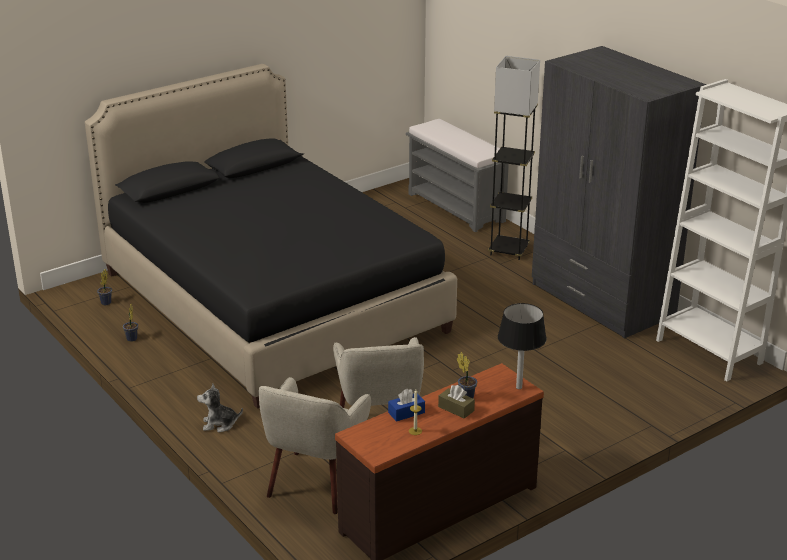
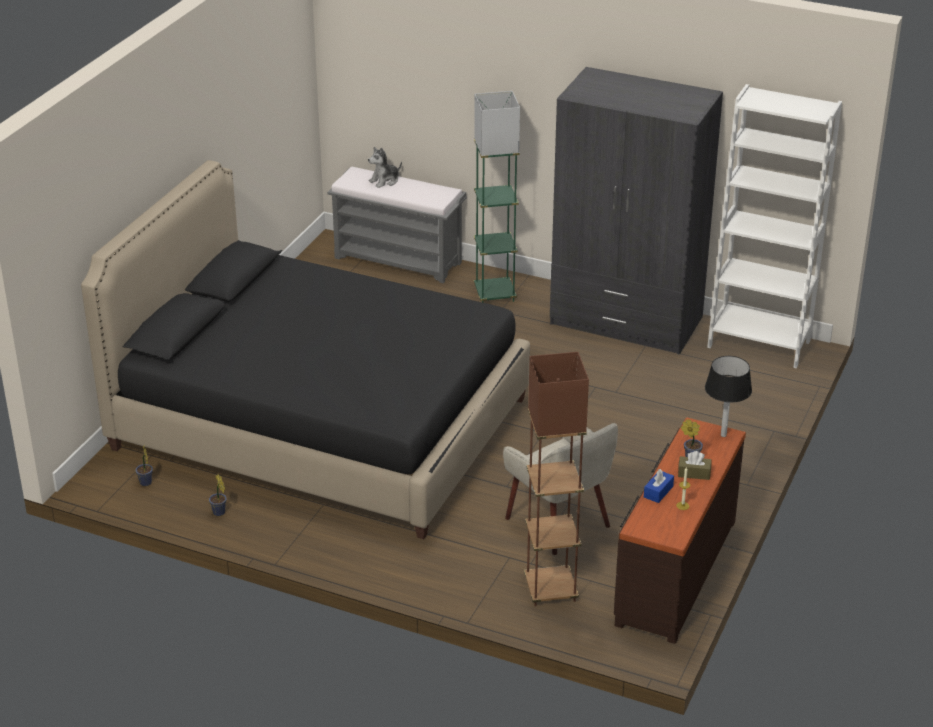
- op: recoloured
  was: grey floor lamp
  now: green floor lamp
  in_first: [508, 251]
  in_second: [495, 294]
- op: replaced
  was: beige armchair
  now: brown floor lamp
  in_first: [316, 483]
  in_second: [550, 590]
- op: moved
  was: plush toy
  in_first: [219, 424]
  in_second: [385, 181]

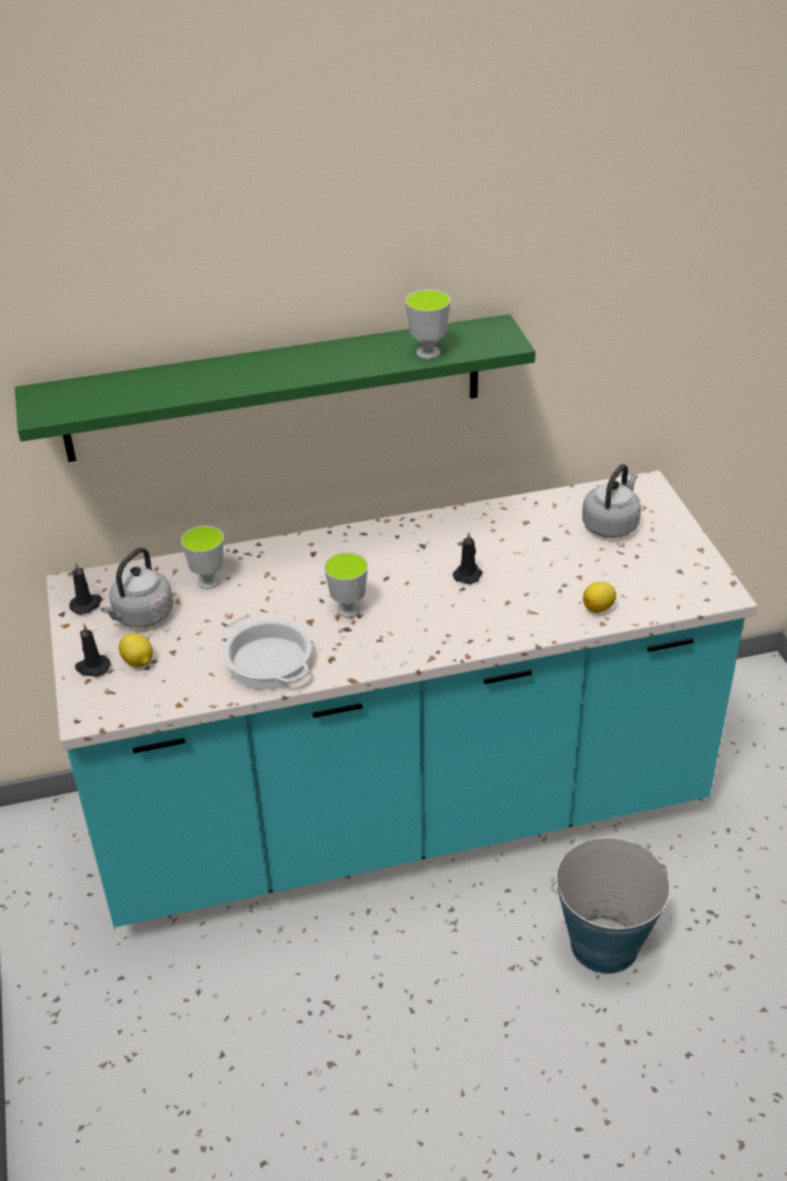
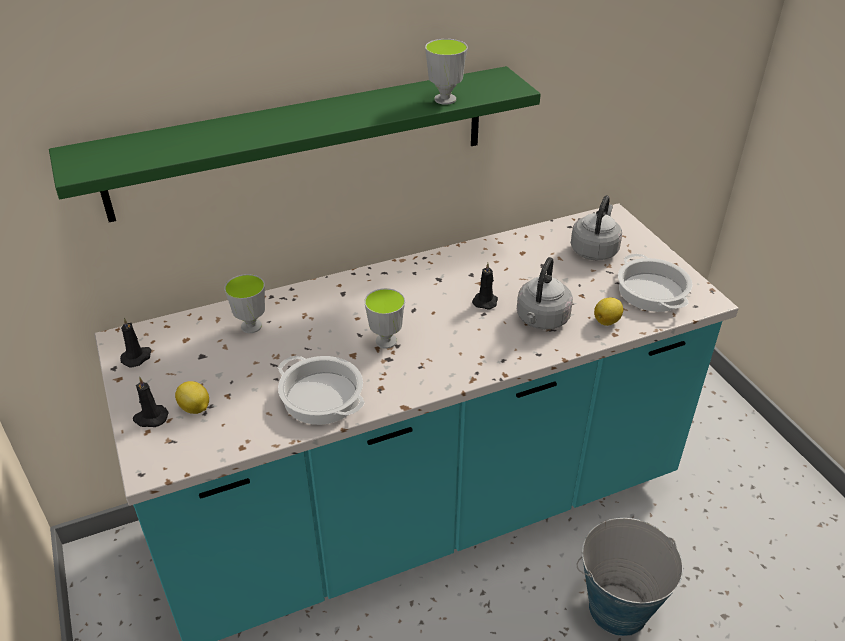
- op: moved
  was: grey kettle
  in_first: [141, 617]
  in_second: [541, 320]
- op: added
  now: cooking pot
  in_second: [651, 291]

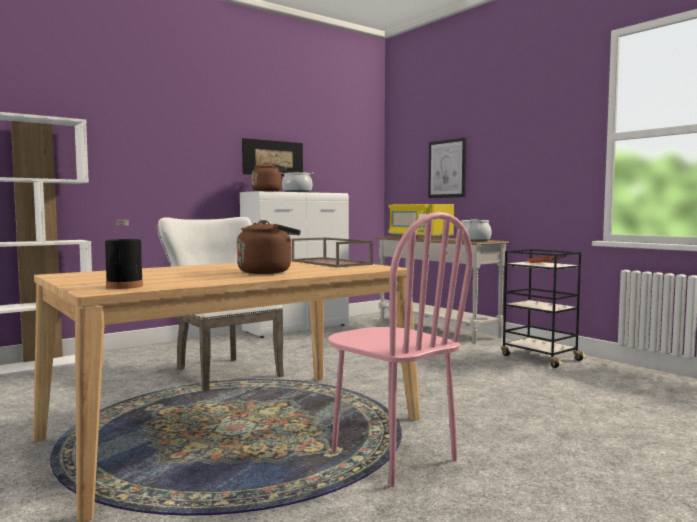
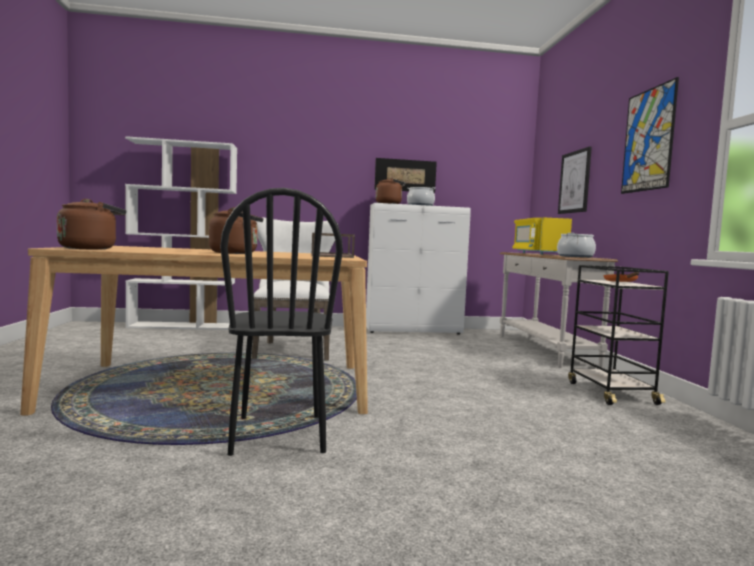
- op: recoloured
  was: pink chair
  now: black chair
  in_first: [392, 457]
  in_second: [279, 435]
- op: replaced
  was: black bottle
  now: brown kettle
  in_first: [124, 286]
  in_second: [90, 249]
- op: added
  now: picture
  in_second: [648, 140]

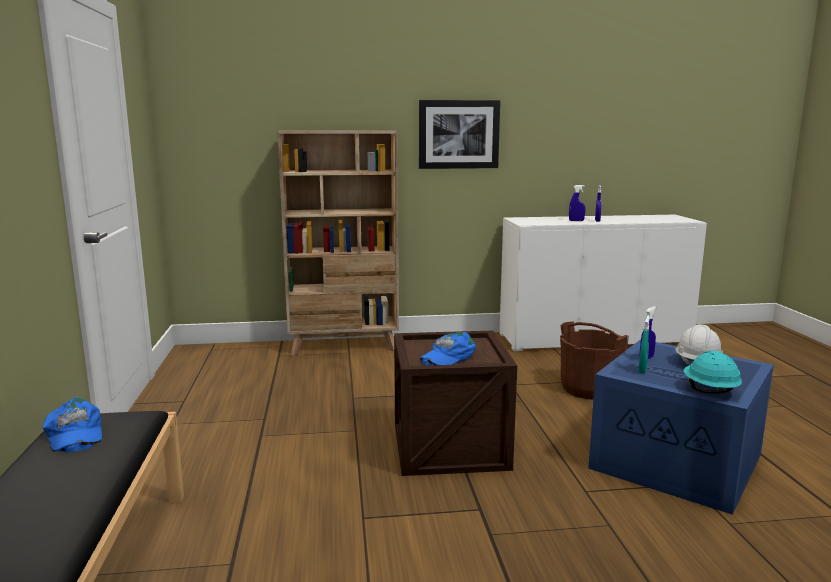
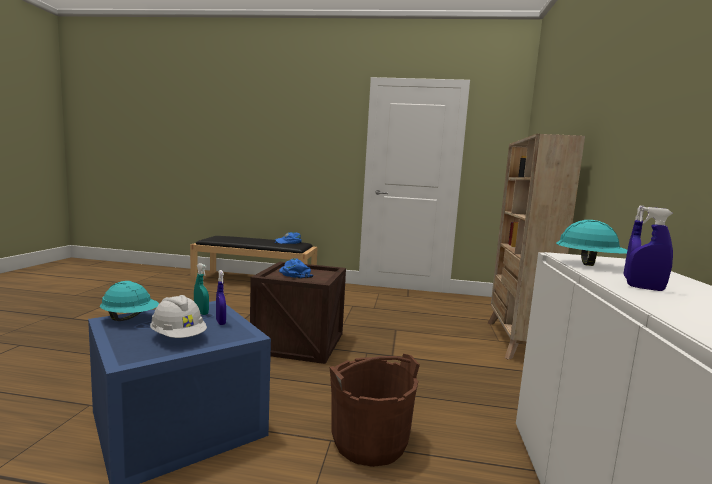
- op: removed
  was: picture
  in_first: [458, 134]
- op: added
  now: turquoise hard hat
  in_second: [590, 265]

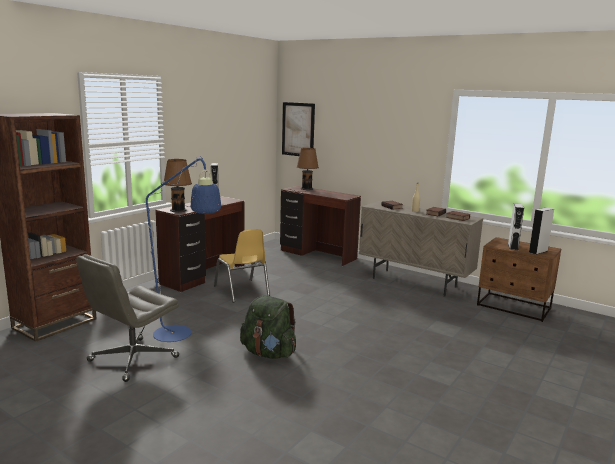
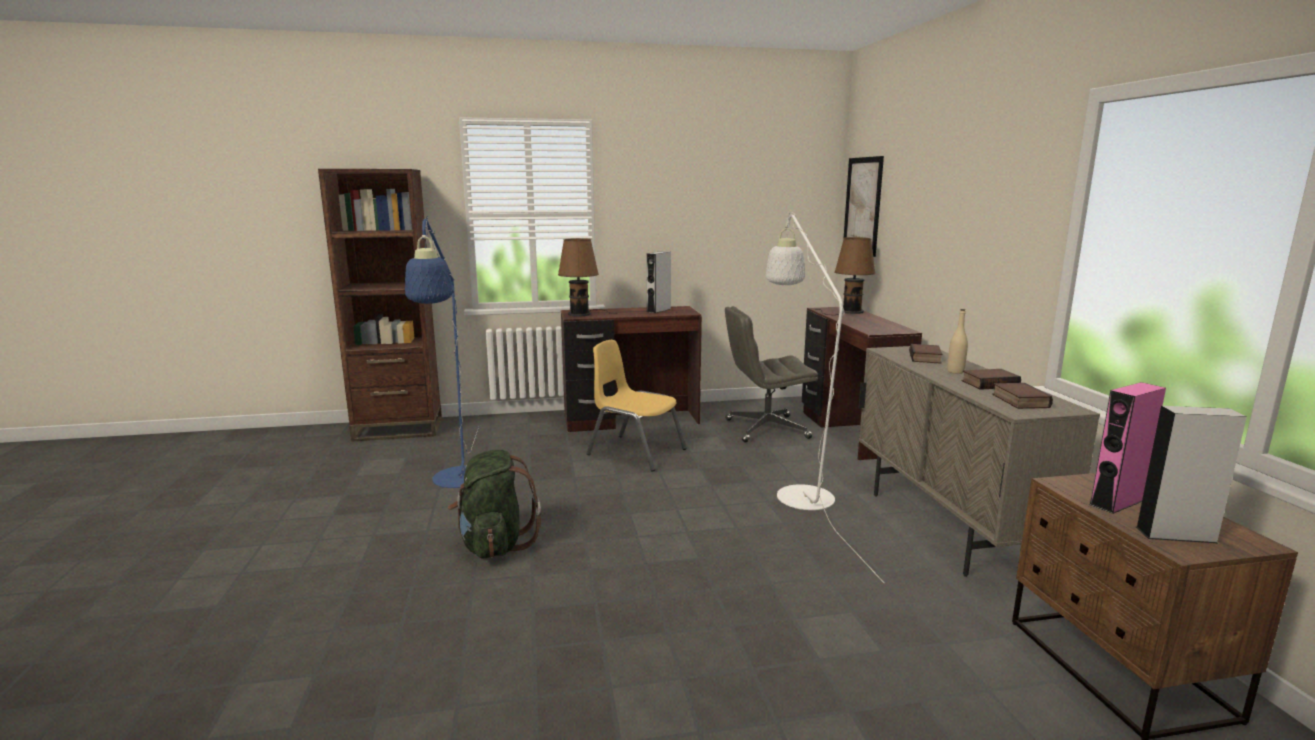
- op: recoloured
  was: grey speaker
  now: pink speaker
  in_first: [513, 247]
  in_second: [1116, 502]
- op: turned
  was: yellow chair
  in_first: [241, 291]
  in_second: [636, 452]
  clockwise: 105
- op: moved
  was: grey office chair
  in_first: [132, 359]
  in_second: [765, 429]
- op: added
  now: white floor lamp
  in_second: [798, 490]

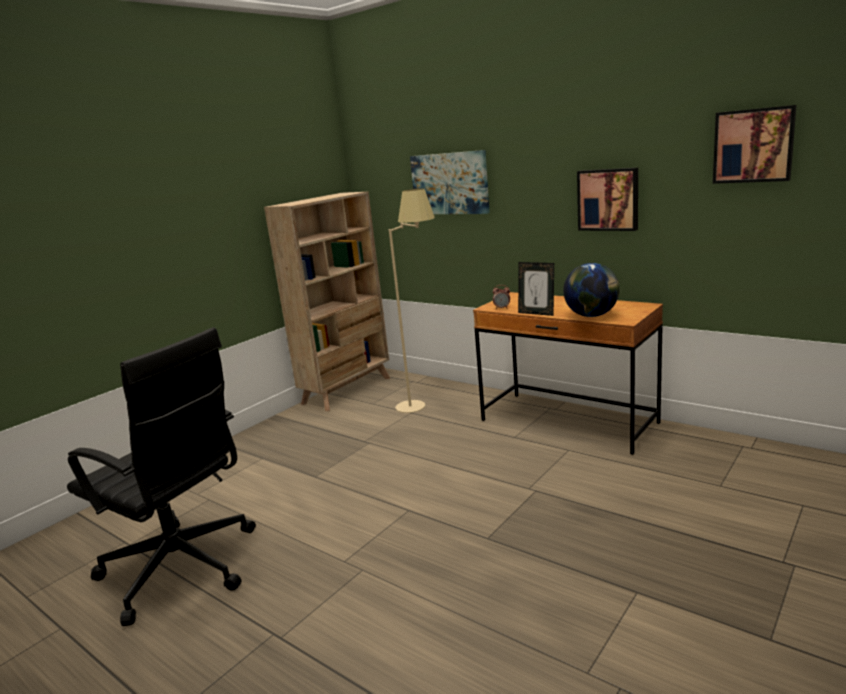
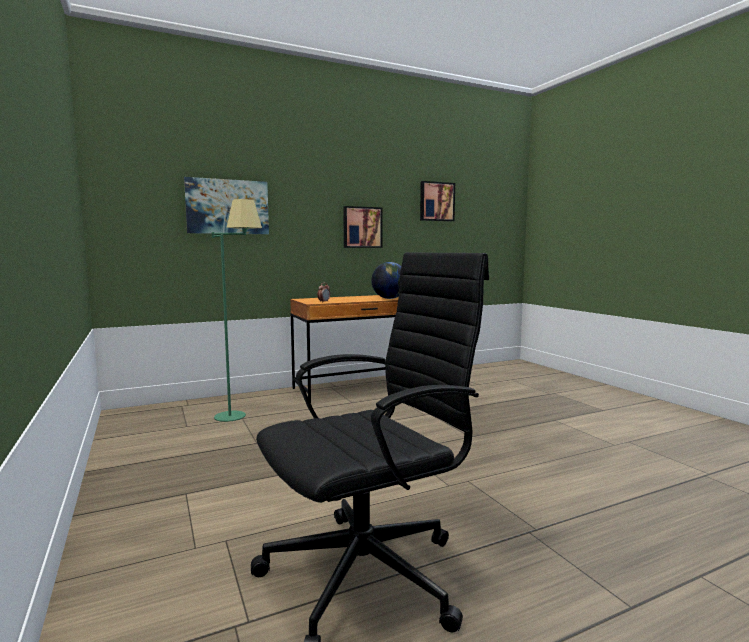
- op: recoloured
  was: beige floor lamp
  now: green floor lamp
  in_first: [424, 406]
  in_second: [241, 412]
- op: removed
  was: beige bookcase
  in_first: [347, 390]
- op: removed
  was: picture frame
  in_first: [536, 313]

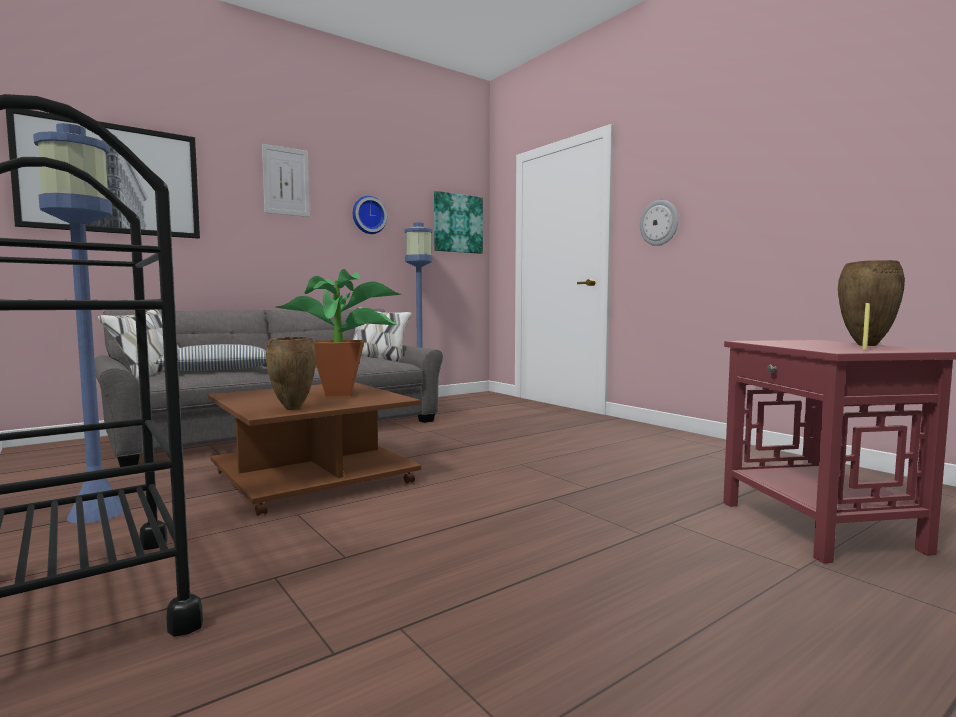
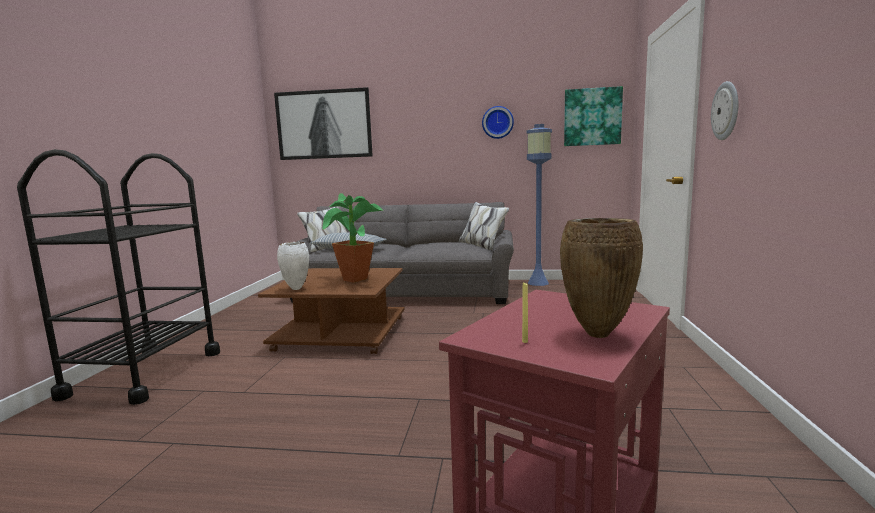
- op: removed
  was: blue floor lamp
  in_first: [96, 513]
- op: removed
  was: picture
  in_first: [286, 181]
- op: recoloured
  was: brown vase
  now: white vase
  in_first: [292, 409]
  in_second: [295, 289]

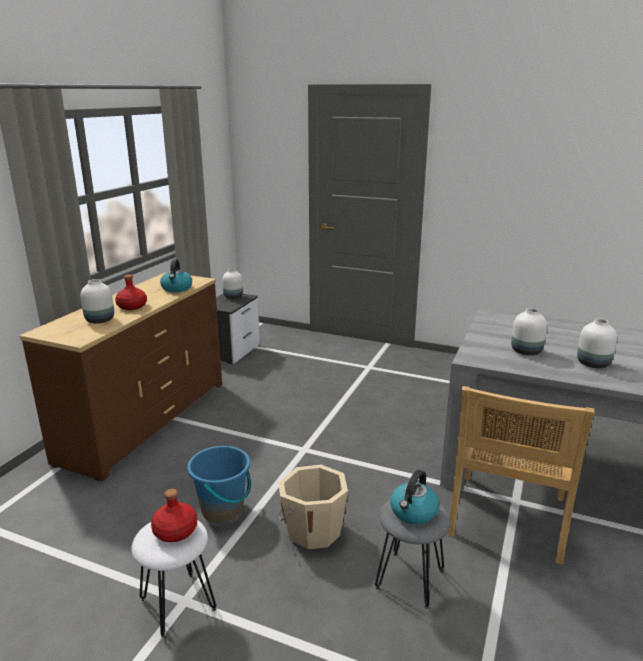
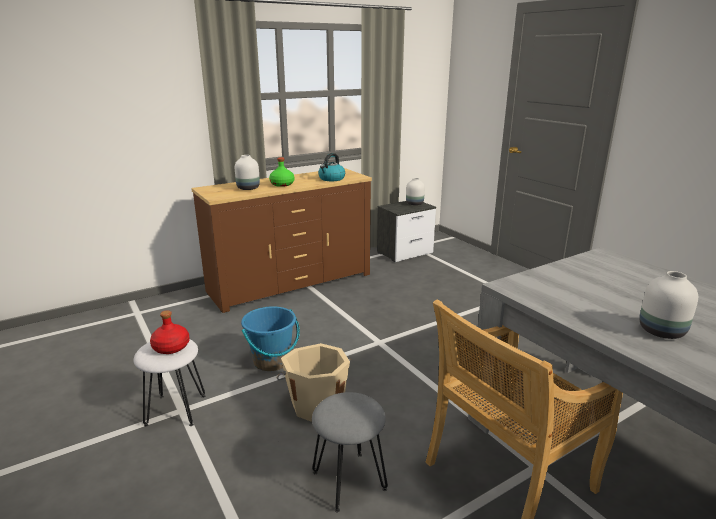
- op: recoloured
  was: red bottle
  now: green bottle
  in_first: [132, 306]
  in_second: [282, 184]
- op: removed
  was: white vase
  in_first: [527, 351]
- op: removed
  was: kettle
  in_first: [413, 512]

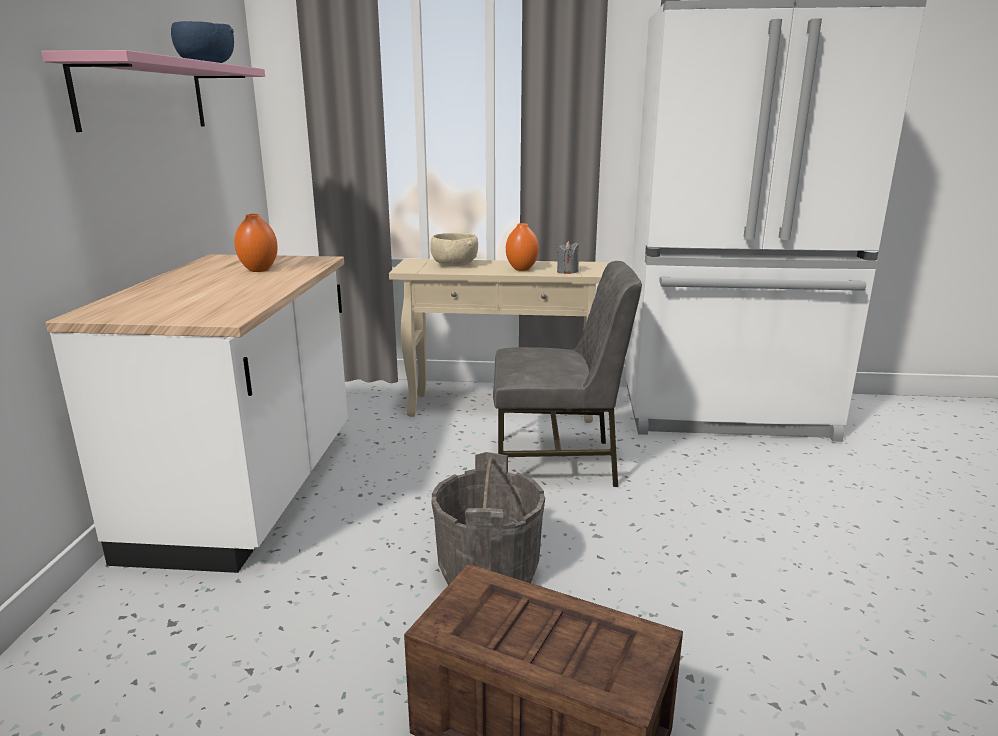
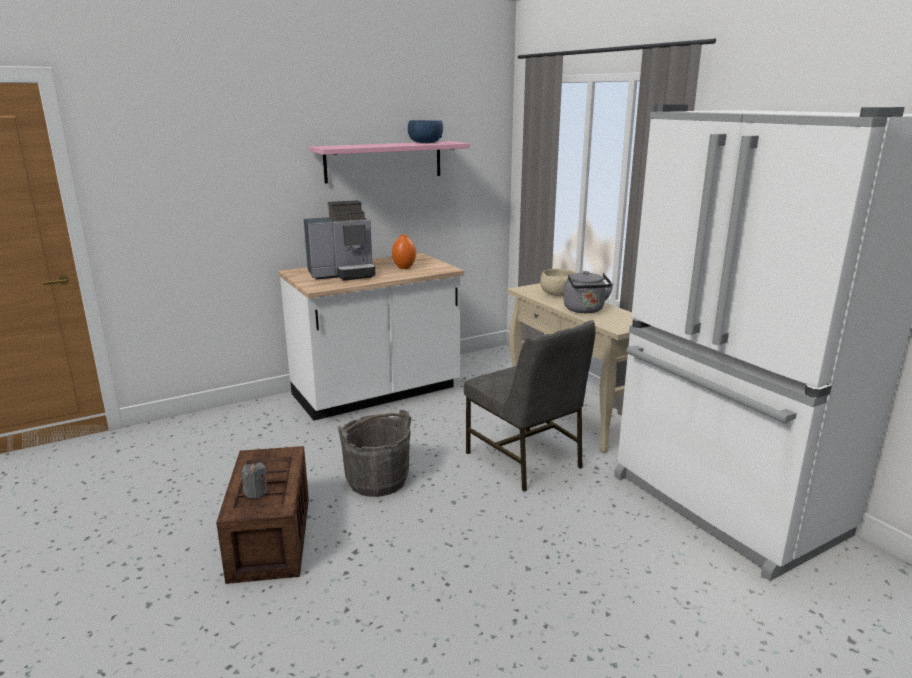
- op: replaced
  was: orange vase
  now: grey kettle
  in_first: [522, 269]
  in_second: [585, 310]
- op: moved
  was: grey candle
  in_first: [567, 272]
  in_second: [256, 492]
- op: added
  now: coffee machine
  in_second: [343, 274]

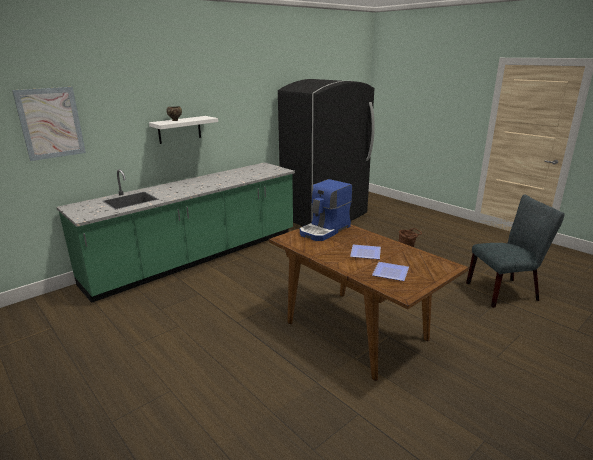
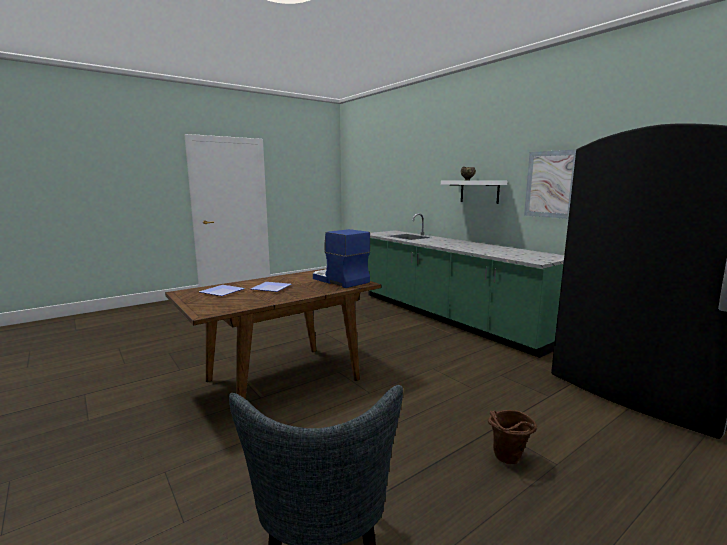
- op: moved
  was: picture
  in_first: [51, 123]
  in_second: [551, 184]

